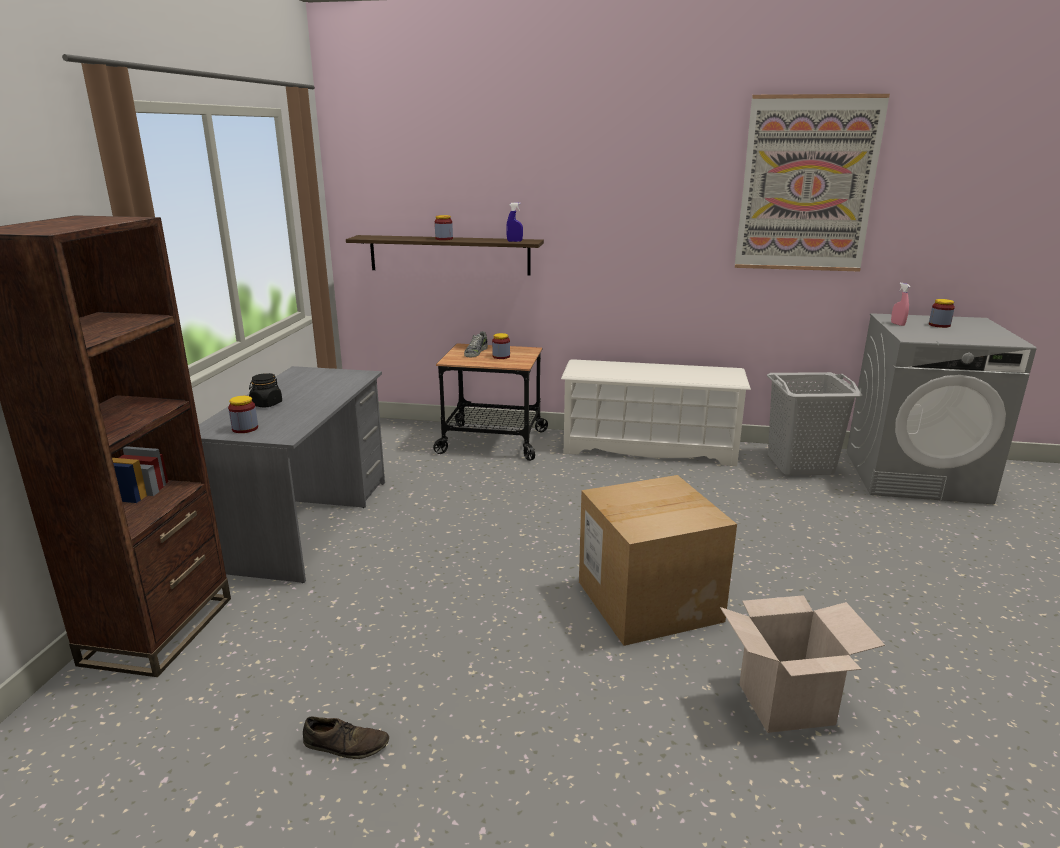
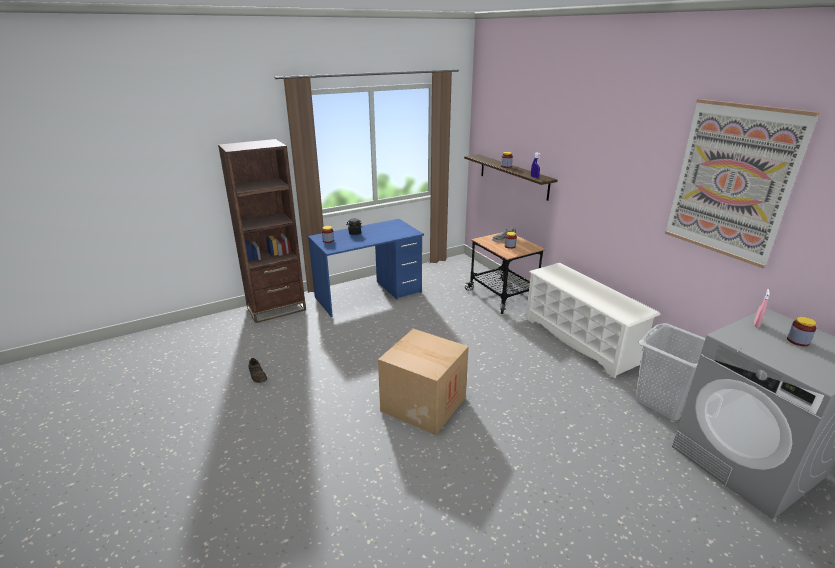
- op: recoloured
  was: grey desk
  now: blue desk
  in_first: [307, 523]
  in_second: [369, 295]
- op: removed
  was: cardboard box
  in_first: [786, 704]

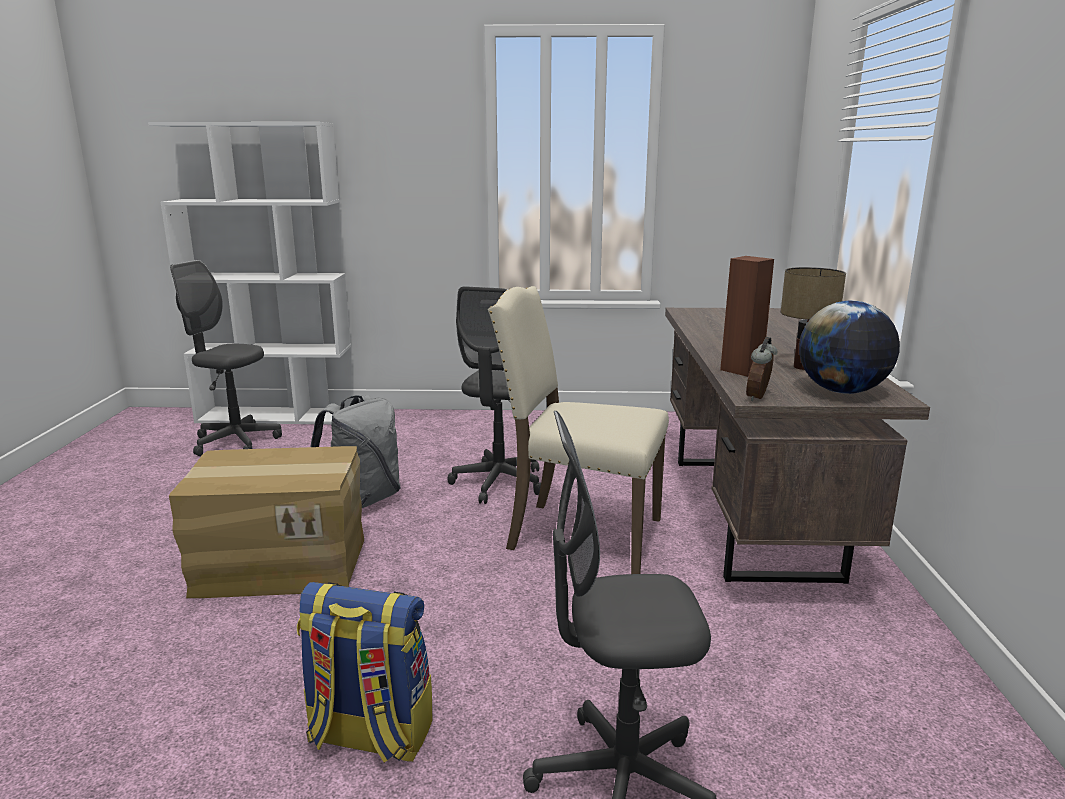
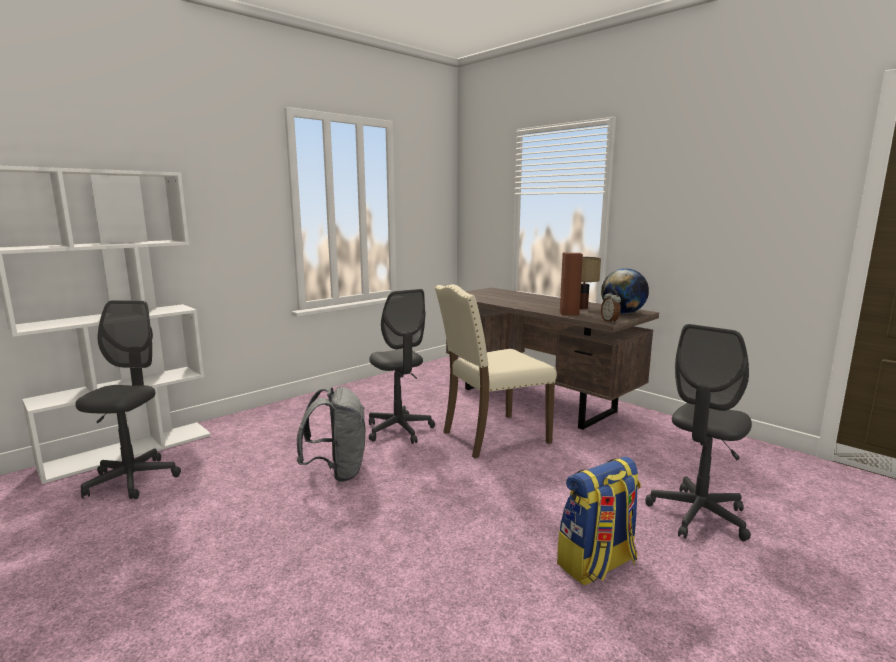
- op: turned
  was: grey office chair
  in_first: [236, 442]
  in_second: [132, 480]
  clockwise: 120
- op: removed
  was: cardboard box
  in_first: [282, 564]

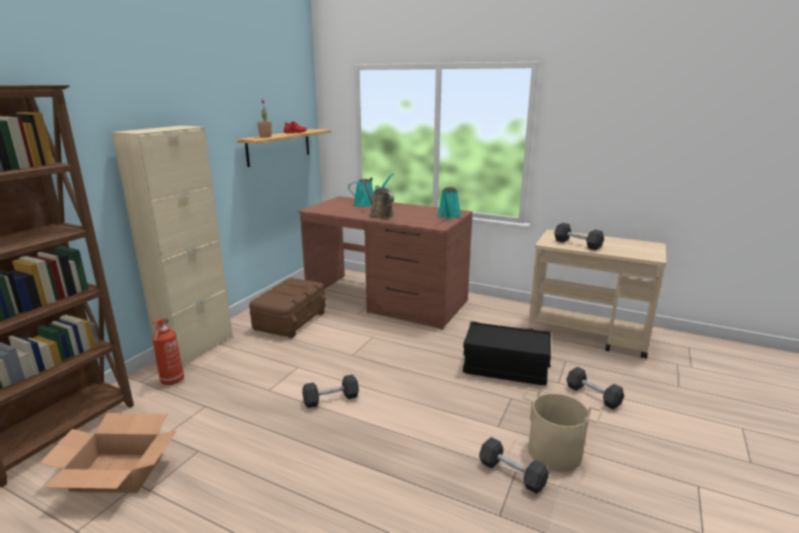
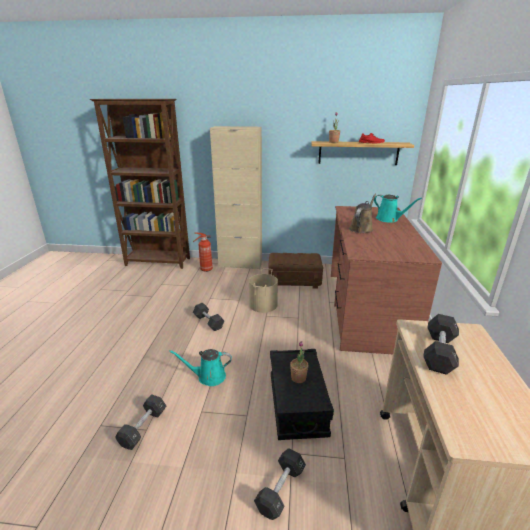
- op: moved
  was: turquoise watering can
  in_first: [448, 215]
  in_second: [208, 377]
- op: moved
  was: beige bucket
  in_first: [554, 451]
  in_second: [263, 305]
- op: removed
  was: cardboard box
  in_first: [118, 472]
- op: added
  now: potted plant
  in_second: [298, 378]

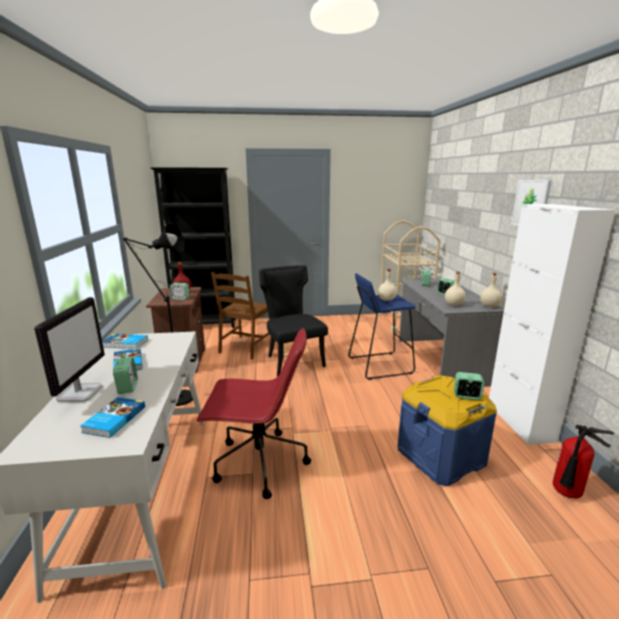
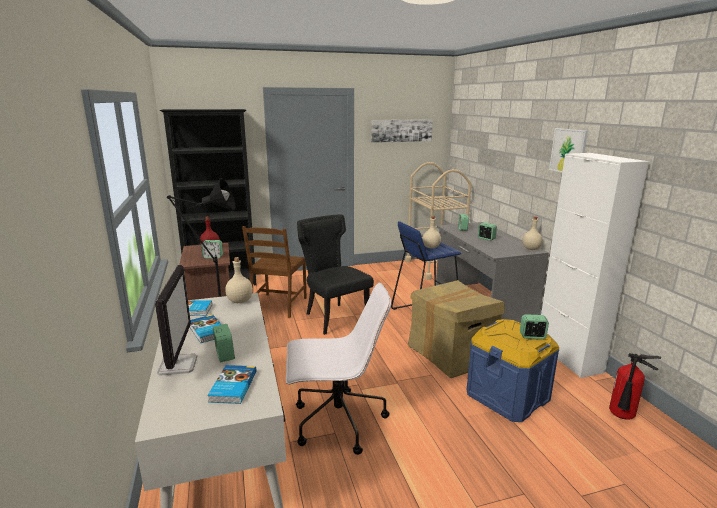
- op: moved
  was: beige bottle
  in_first: [454, 304]
  in_second: [240, 301]
- op: recoloured
  was: red office chair
  now: white office chair
  in_first: [258, 463]
  in_second: [337, 422]
- op: added
  now: picture
  in_second: [401, 130]
- op: added
  now: cardboard box
  in_second: [452, 354]

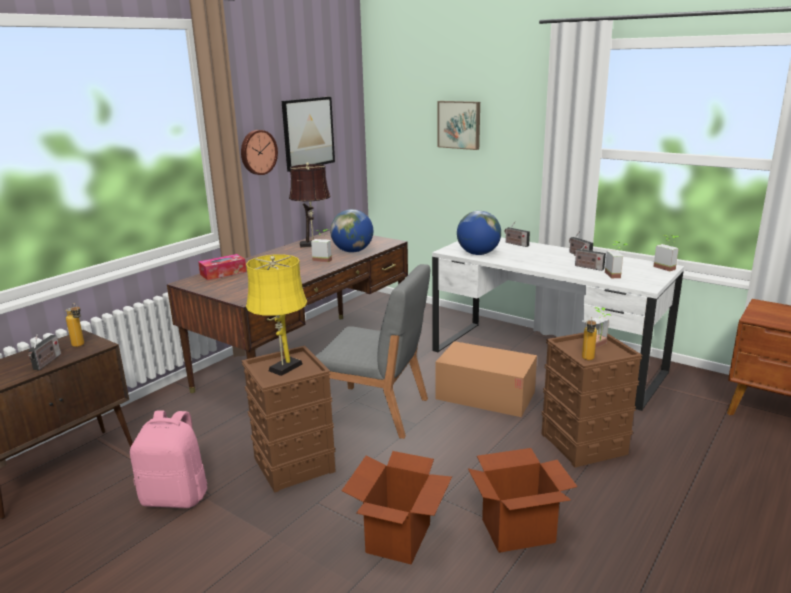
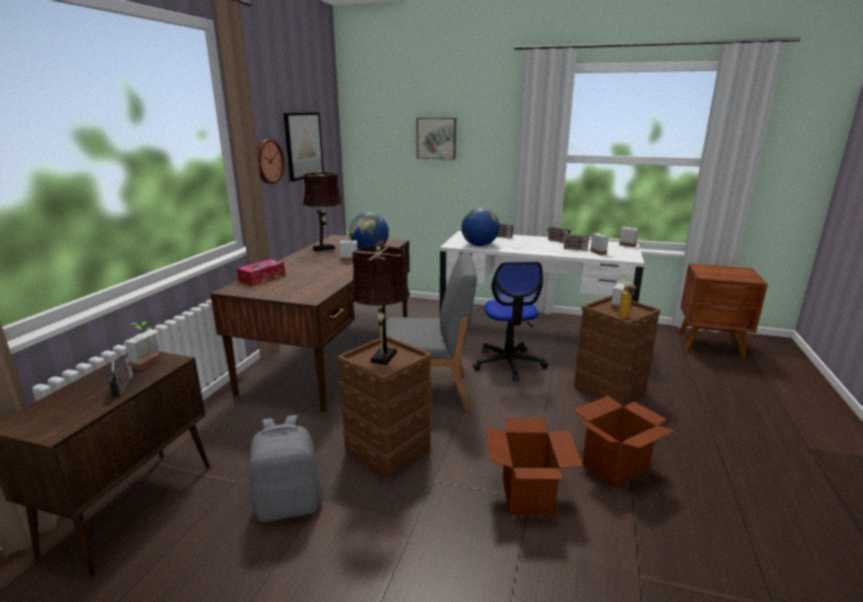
- op: recoloured
  was: yellow table lamp
  now: brown table lamp
  in_first: [283, 369]
  in_second: [382, 358]
- op: replaced
  was: bottle
  now: potted plant
  in_first: [80, 346]
  in_second: [150, 364]
- op: replaced
  was: cardboard box
  now: office chair
  in_first: [485, 395]
  in_second: [508, 364]
- op: recoloured
  was: pink backpack
  now: grey backpack
  in_first: [176, 497]
  in_second: [289, 505]

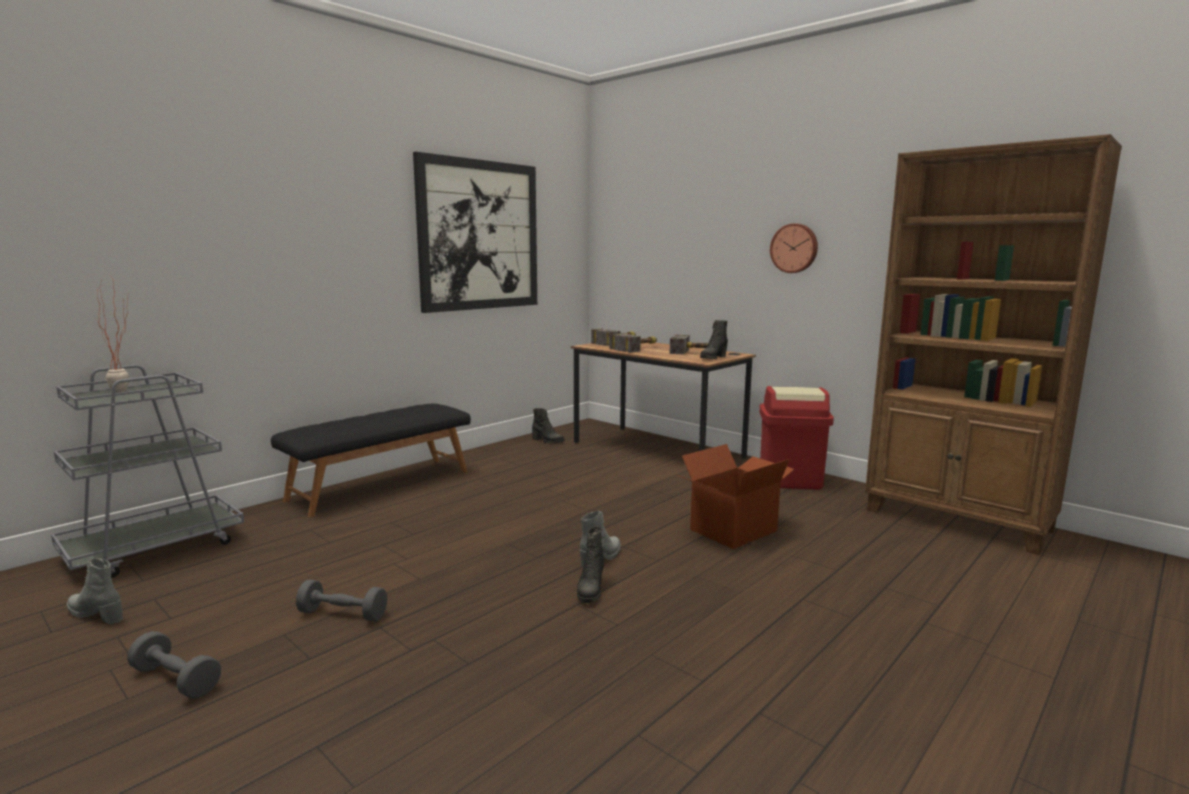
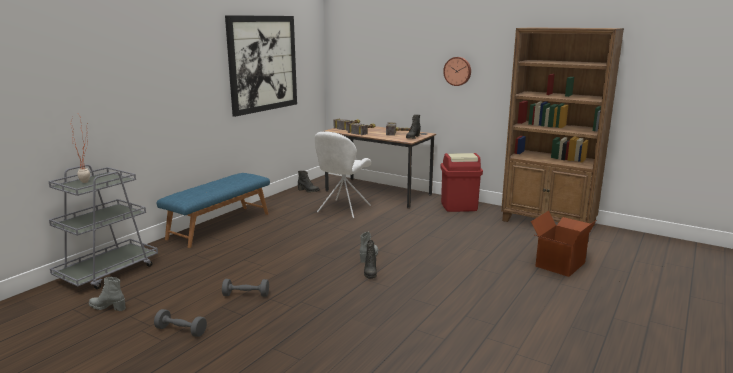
- op: recoloured
  was: black bench
  now: blue bench
  in_first: [380, 485]
  in_second: [219, 225]
- op: moved
  was: cardboard box
  in_first: [732, 530]
  in_second: [559, 264]
- op: added
  now: white chair
  in_second: [343, 209]

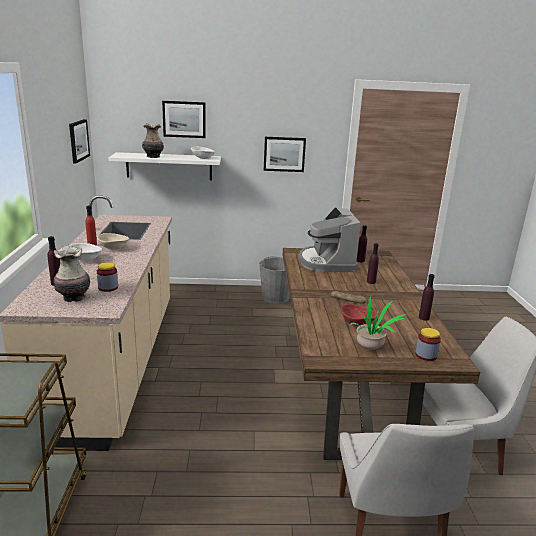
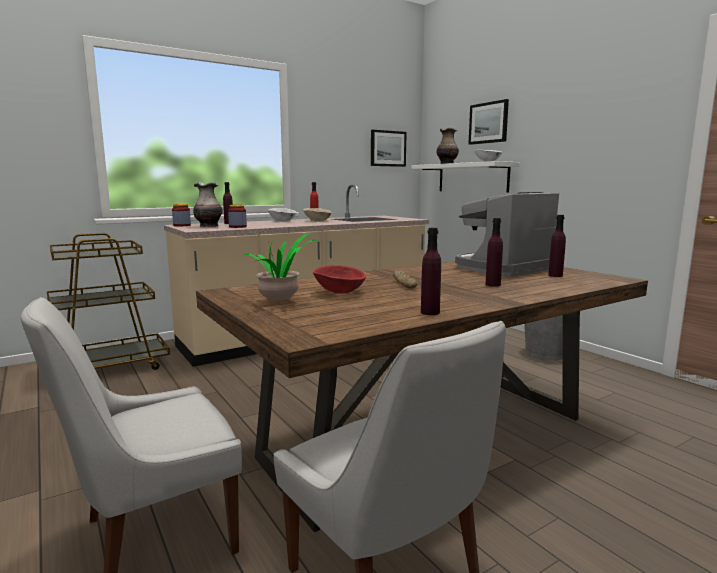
- op: removed
  was: picture
  in_first: [284, 154]
- op: moved
  was: jar
  in_first: [426, 355]
  in_second: [182, 225]

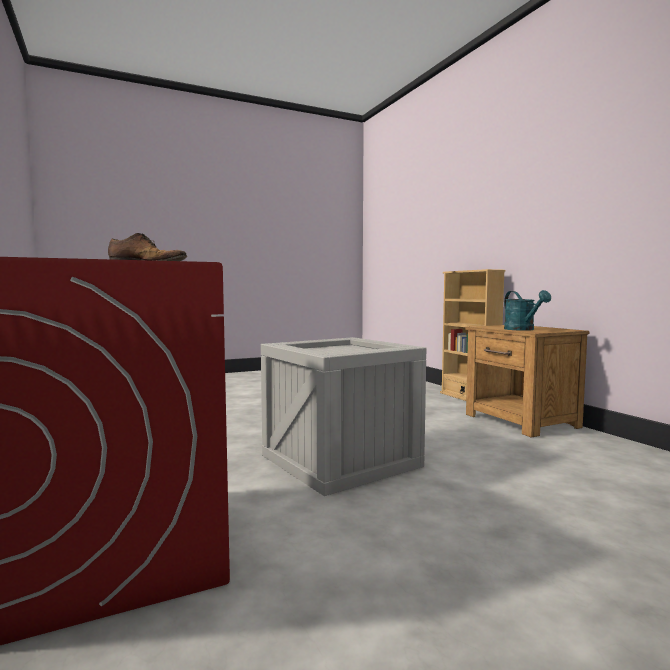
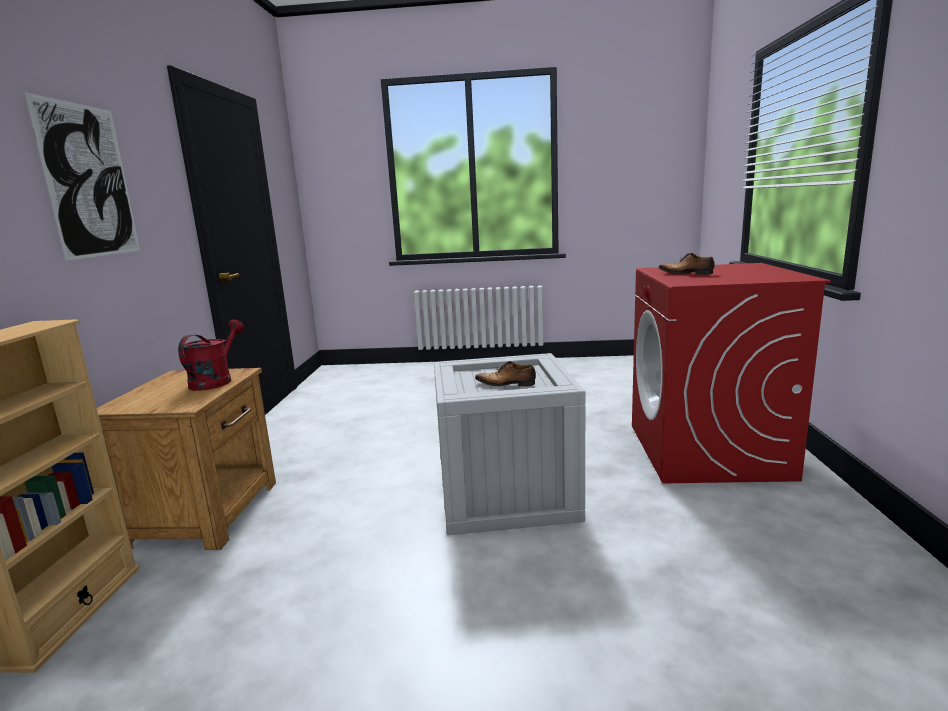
- op: recoloured
  was: turquoise watering can
  now: red watering can
  in_first: [522, 329]
  in_second: [215, 381]
- op: added
  now: picture
  in_second: [89, 181]
- op: added
  now: shoe
  in_second: [506, 384]

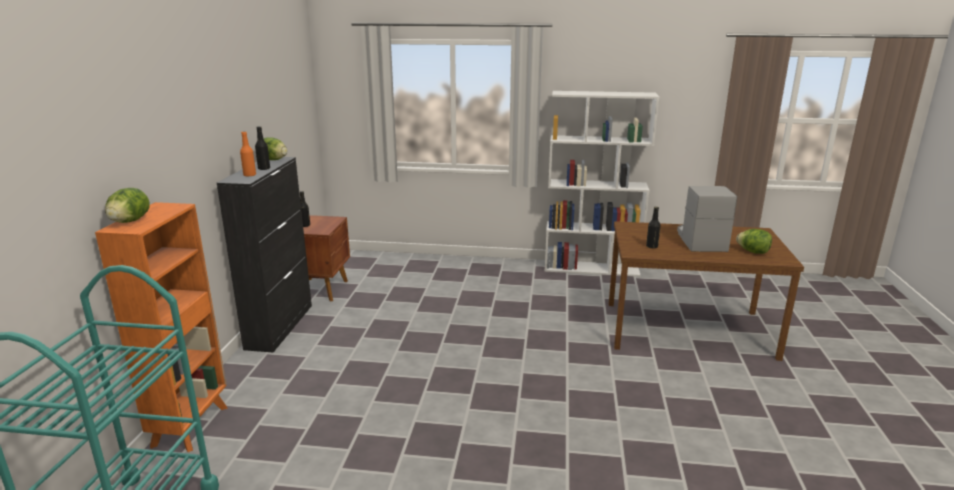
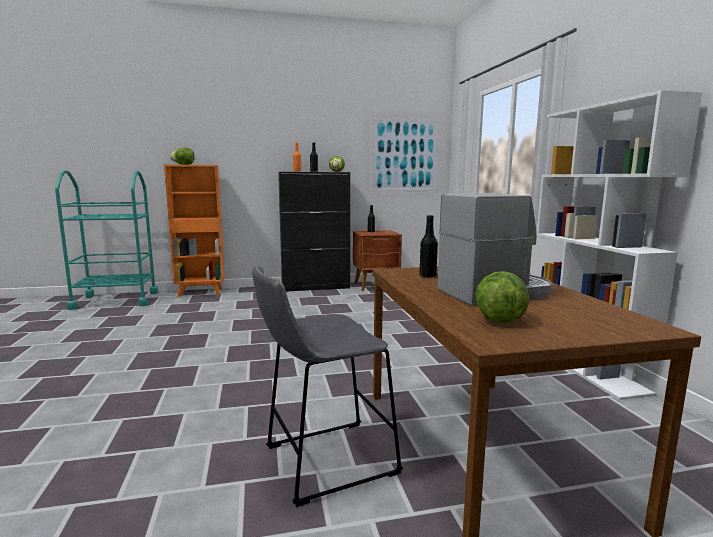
- op: added
  now: picture
  in_second: [404, 155]
- op: added
  now: grey stool
  in_second: [323, 461]

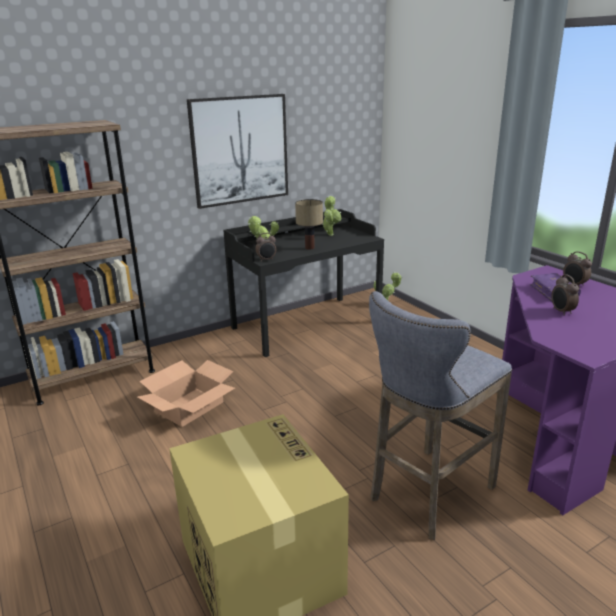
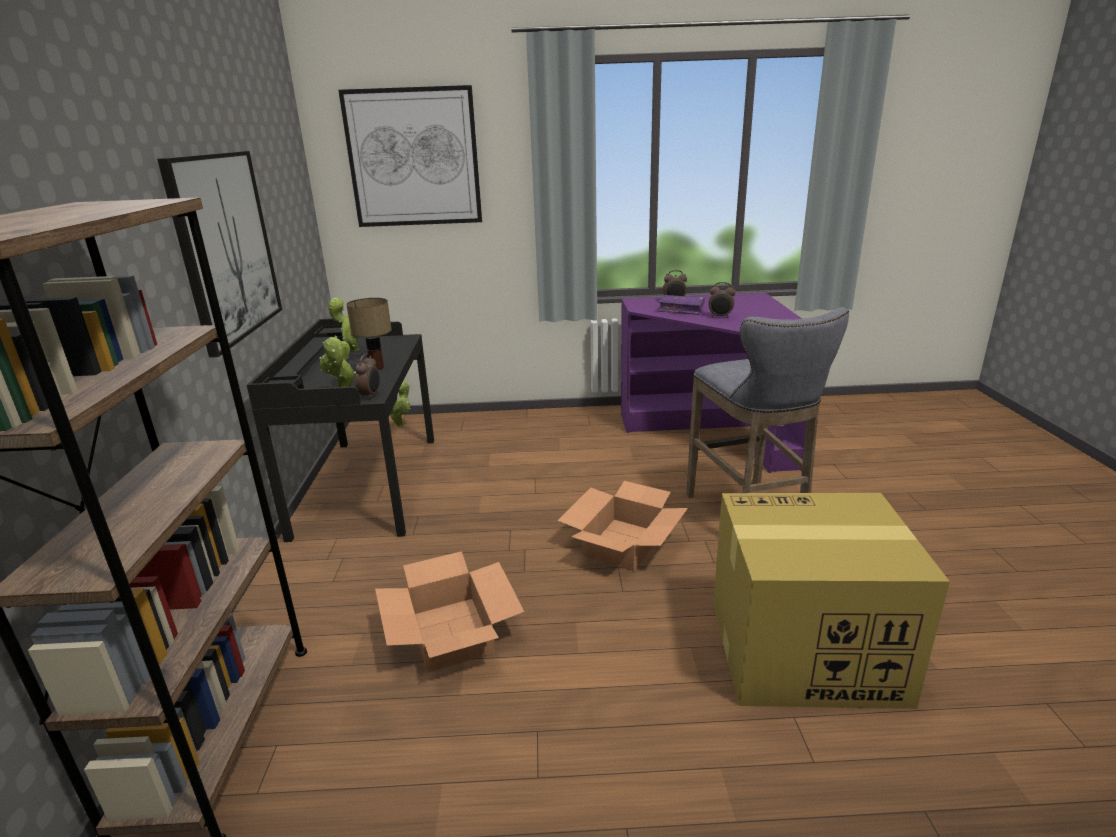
- op: added
  now: picture
  in_second: [413, 158]
- op: added
  now: cardboard box
  in_second: [622, 544]

